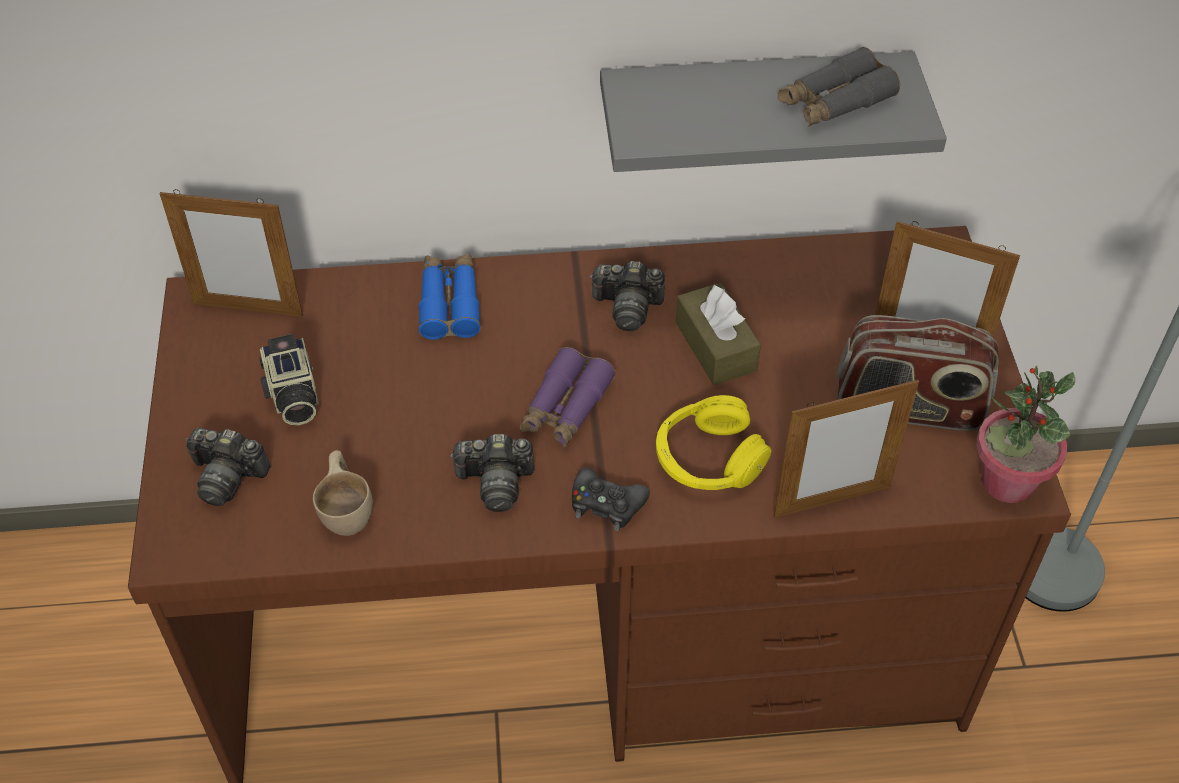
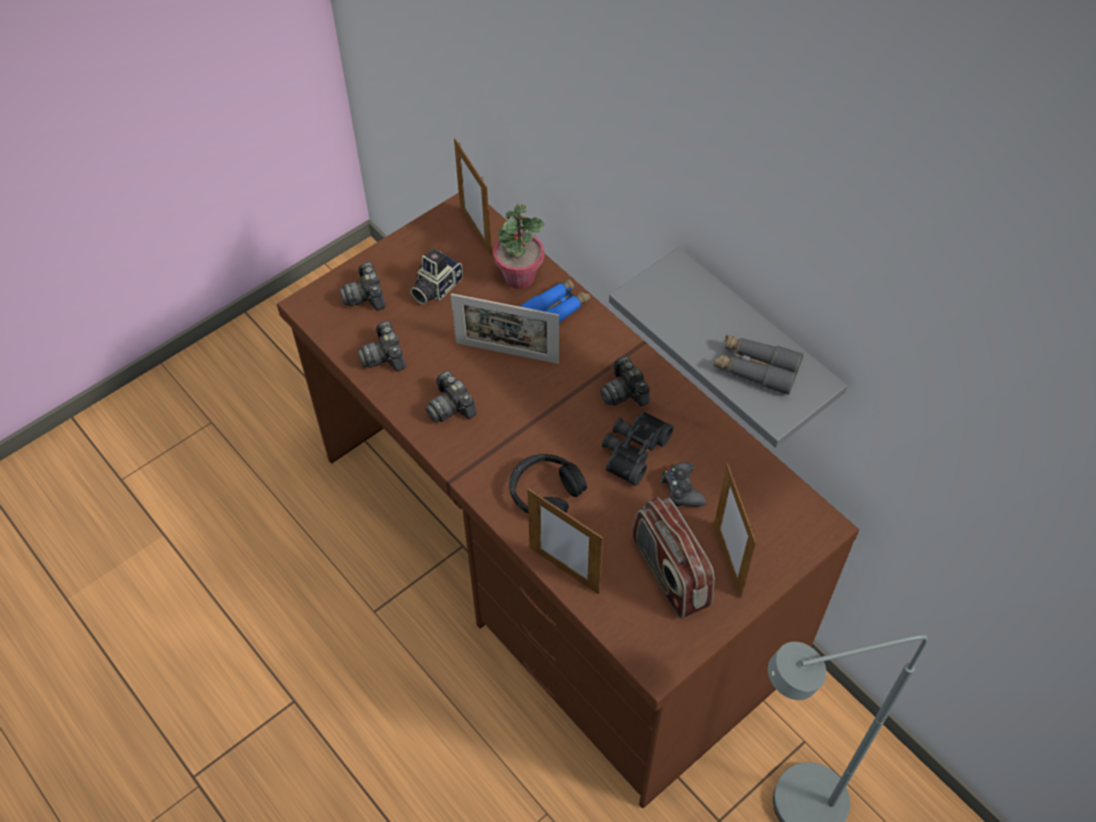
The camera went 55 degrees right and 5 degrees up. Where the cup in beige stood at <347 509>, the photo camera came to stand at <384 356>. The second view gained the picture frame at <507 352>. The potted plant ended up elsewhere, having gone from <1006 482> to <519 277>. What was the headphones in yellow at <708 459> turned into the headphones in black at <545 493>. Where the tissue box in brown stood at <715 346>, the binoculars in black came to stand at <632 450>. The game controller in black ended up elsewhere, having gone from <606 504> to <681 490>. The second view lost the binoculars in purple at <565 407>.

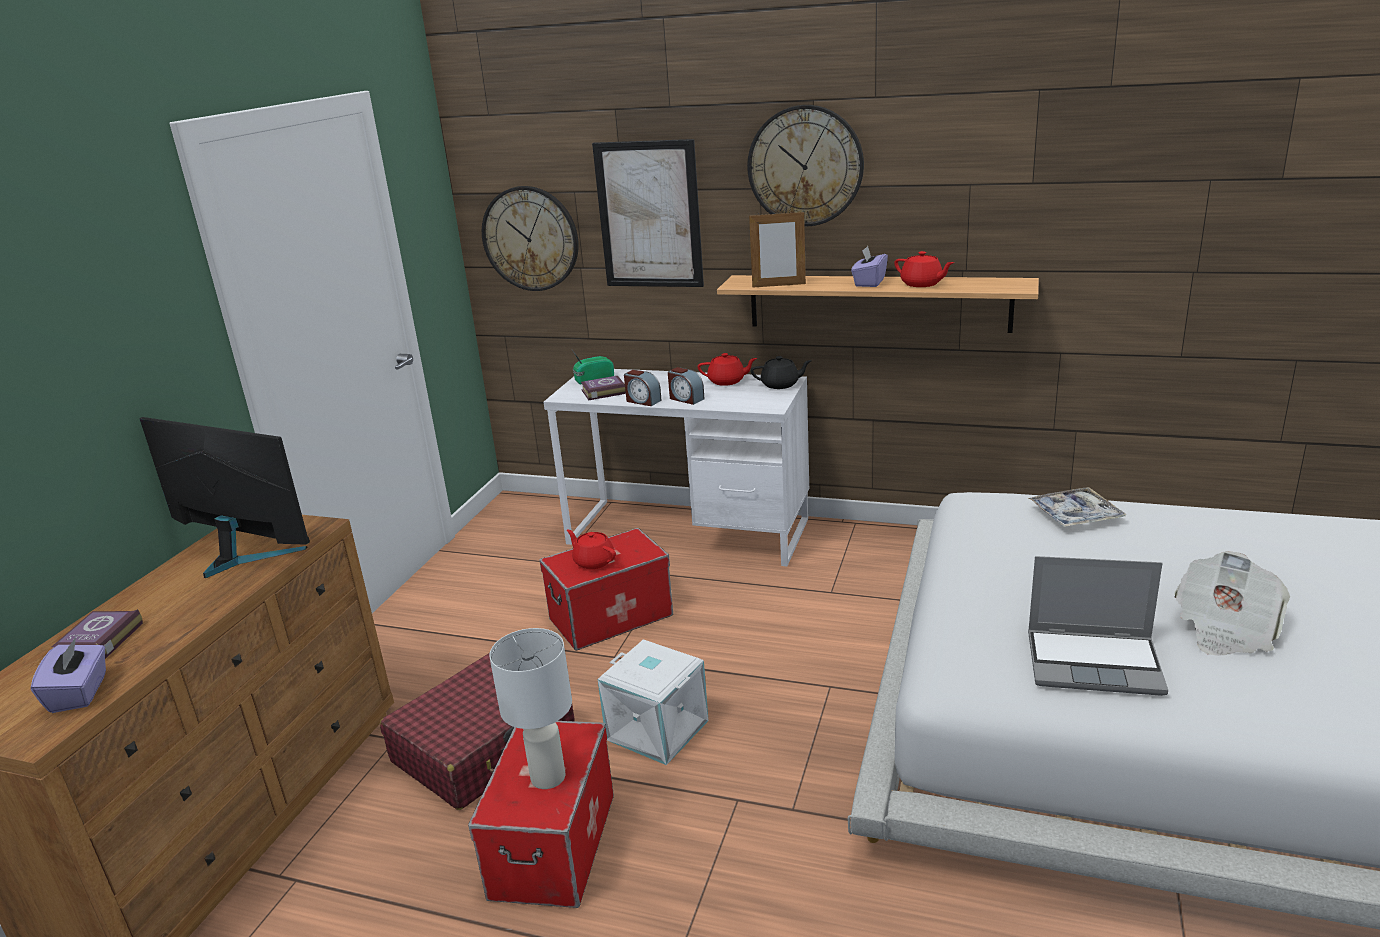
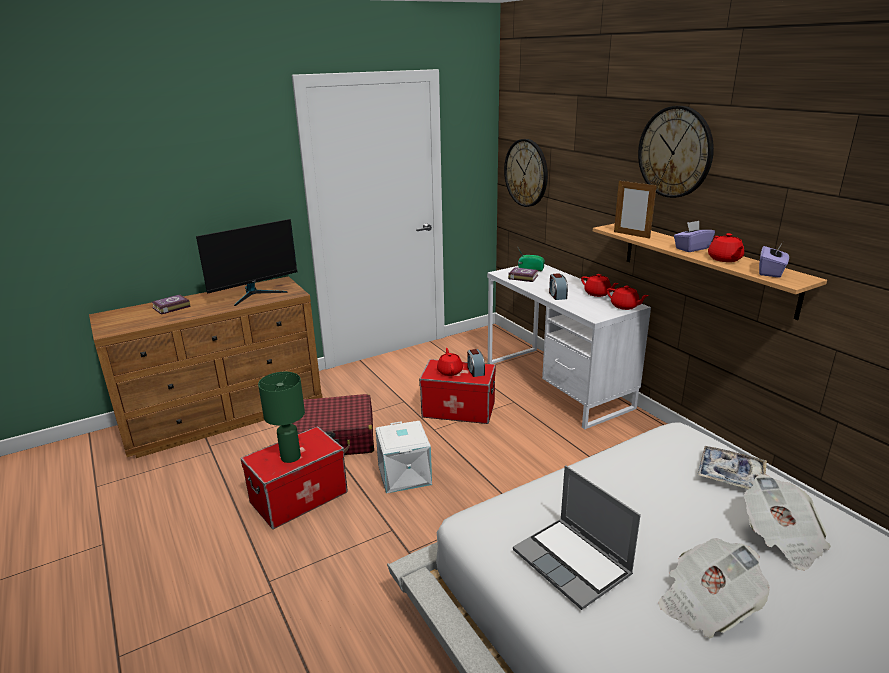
The camera went 40 degrees right and 0 degrees up. The monitor at <240 555> ended up facing another way, 75 degrees clockwise from before. What was the table lamp in white at <547 778> turned into the table lamp in green at <290 457>. The alarm clock ended up elsewhere, having gone from <642 401> to <475 371>. What was the teapot in black at <781 385> turned into the teapot in red at <625 306>. The second view gained the newspaper at <781 538>. The tissue box in purple ended up elsewhere, having gone from <80 693> to <771 272>. The second view lost the picture at <649 215>.

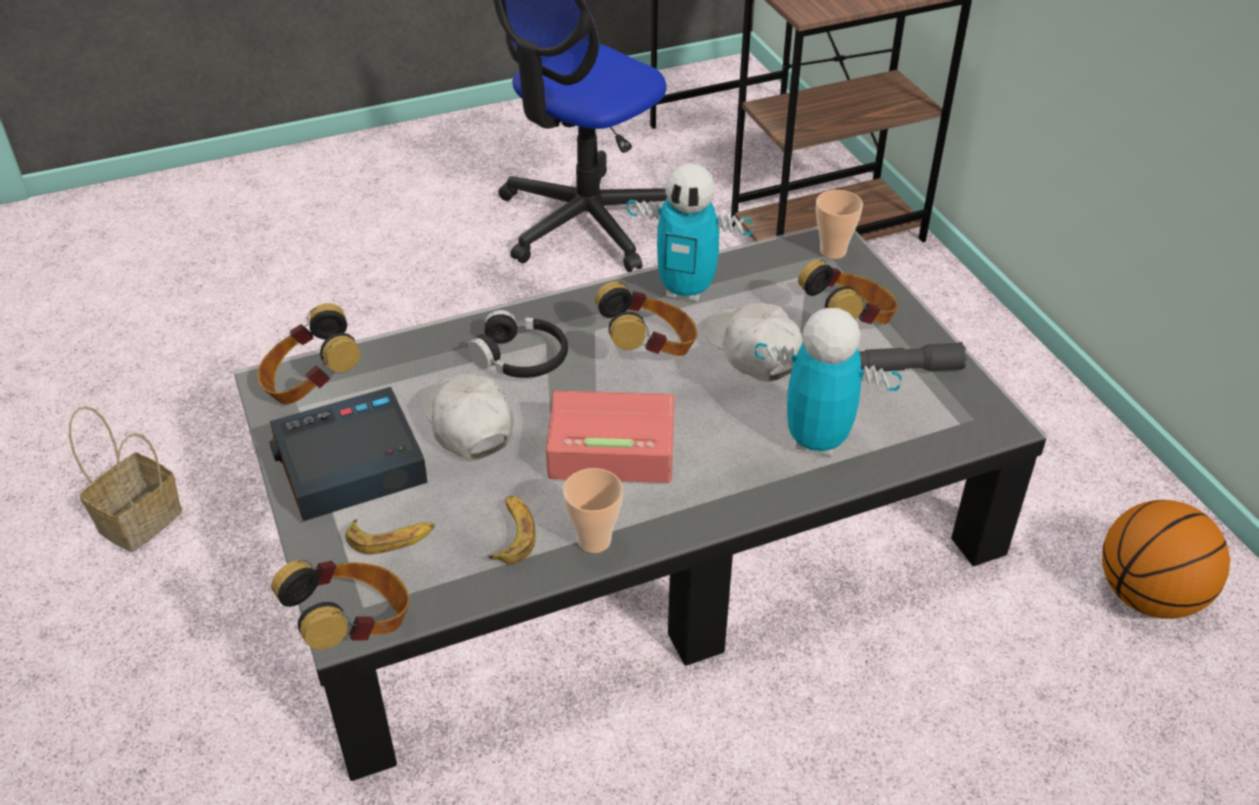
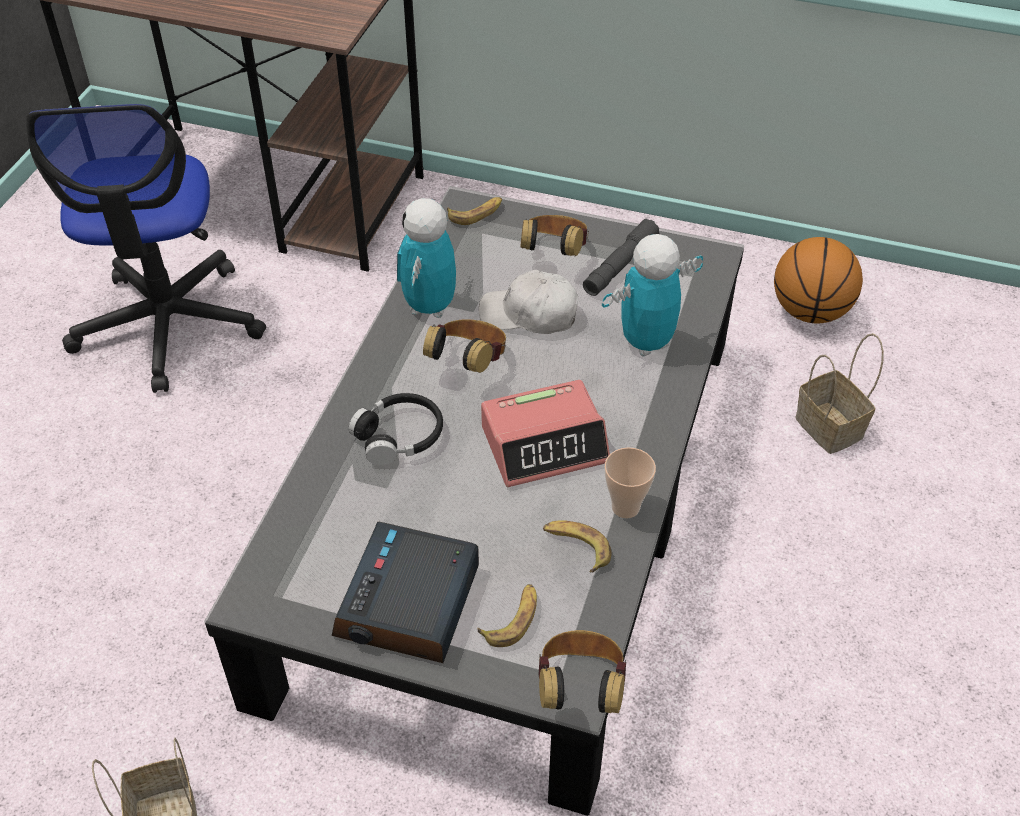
The camera went 50 degrees left and 5 degrees up. The toy robot at <686 290> ended up facing another way, 135 degrees clockwise from before. Where the cup stood at <833 251>, the banana came to stand at <476 213>. The alarm clock at <611 446> ended up facing another way, 150 degrees counterclockwise from before. The second view gained the basket at <831 428>. The second view lost the headphones at <311 385>. The second view lost the cap in white at <468 424>.

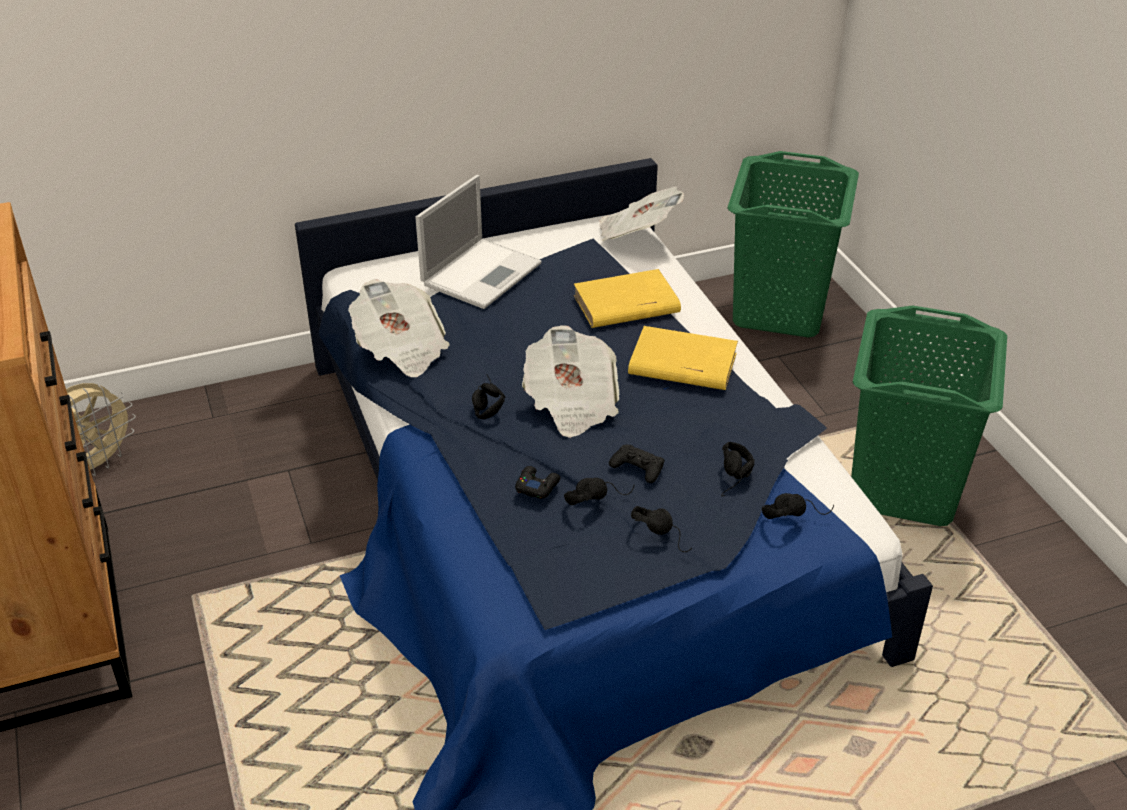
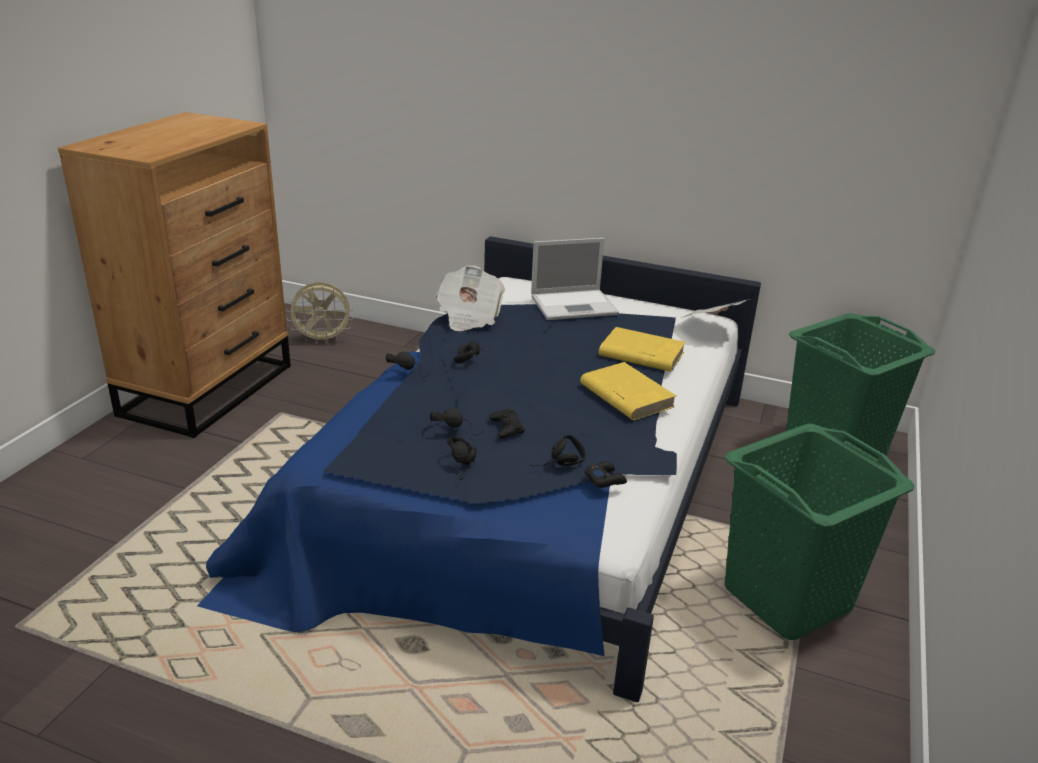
The camera went 40 degrees right and 10 degrees down. The headphones in black ended up elsewhere, having gone from <795 513> to <410 370>. The game controller in black ended up elsewhere, having gone from <537 486> to <605 479>. The second view lost the newspaper at <571 403>.

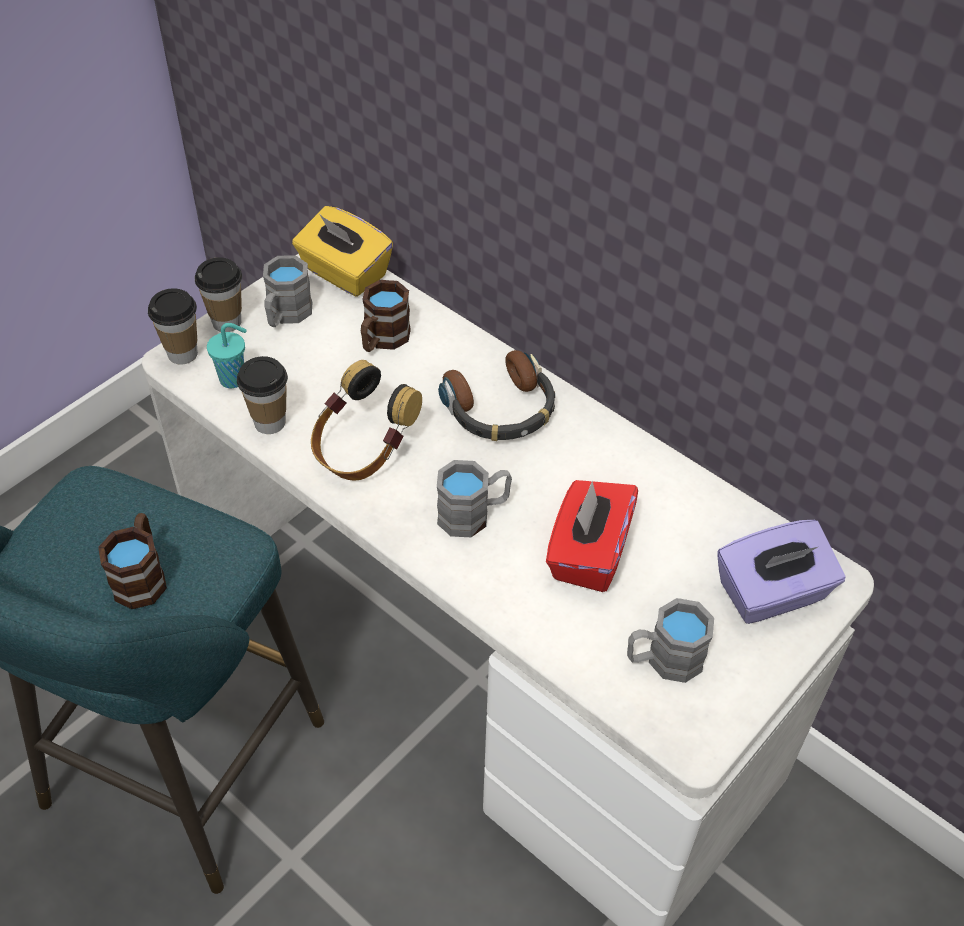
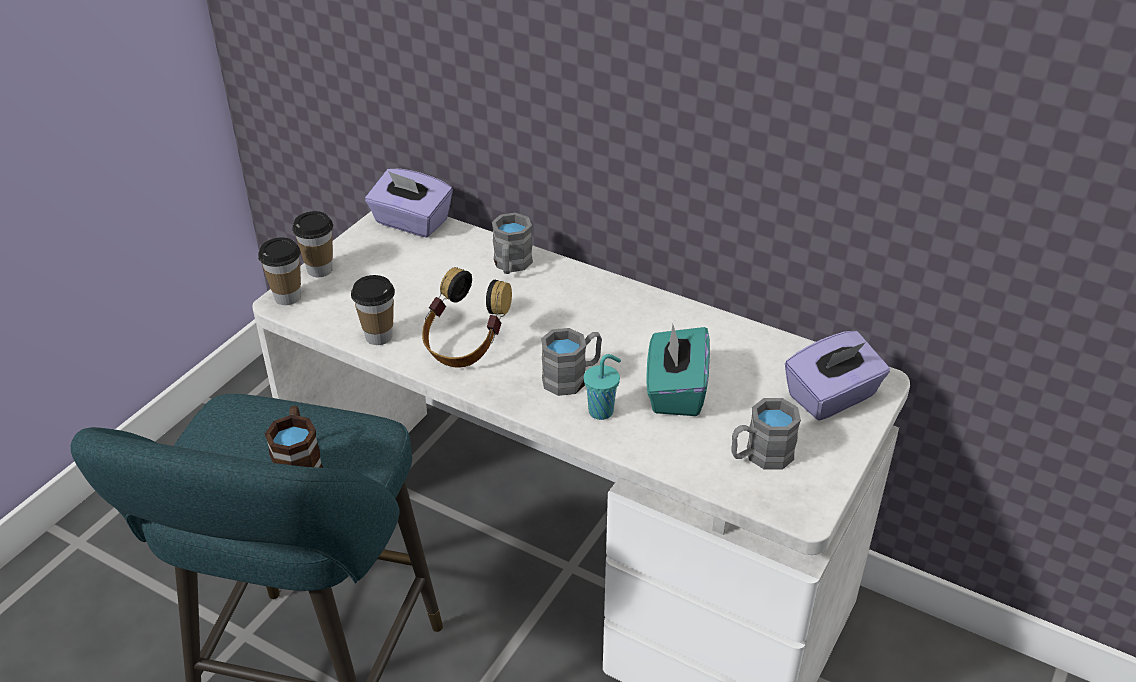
The camera went 10 degrees left and 10 degrees down. What was the tissue box in yellow at <344 273> turned into the tissue box in purple at <411 222>. The mug in grey ended up elsewhere, having gone from <286 315> to <511 266>. The cup in turquoise ended up elsewhere, having gone from <234 379> to <602 411>. What was the tissue box in red at <588 553> turned into the tissue box in turquoise at <675 391>. The second view lost the mug in brown at <382 340>. The second view lost the headphones at <500 409>.

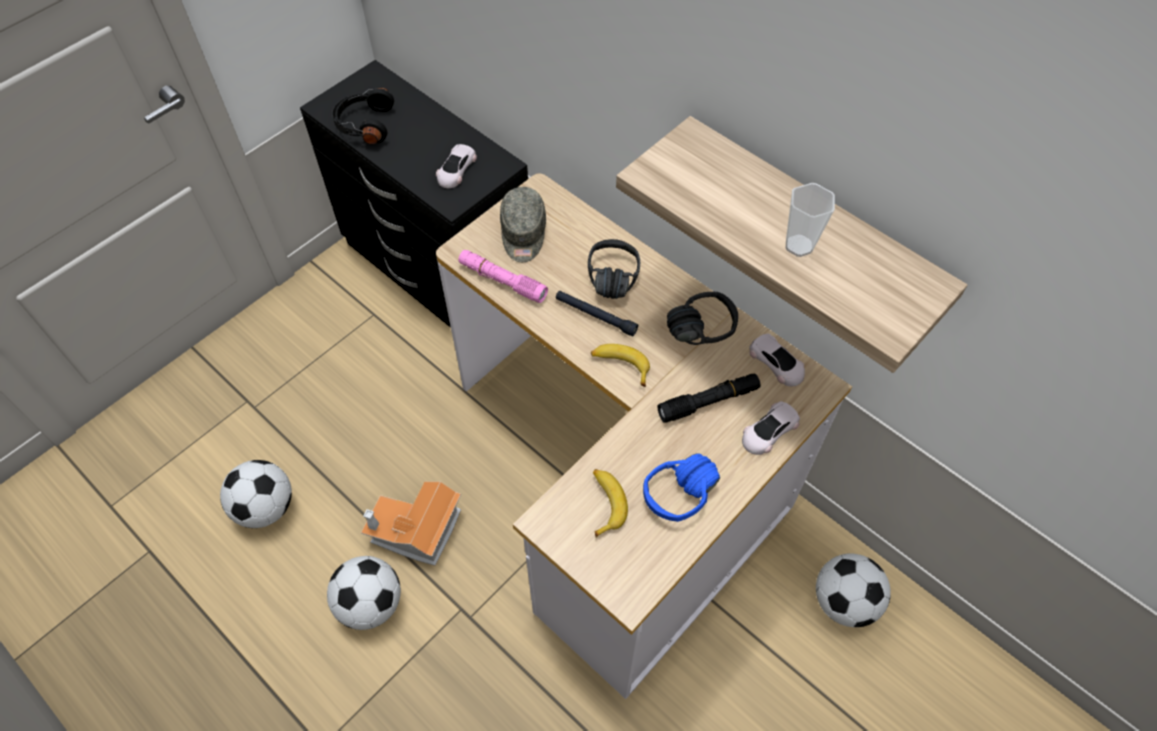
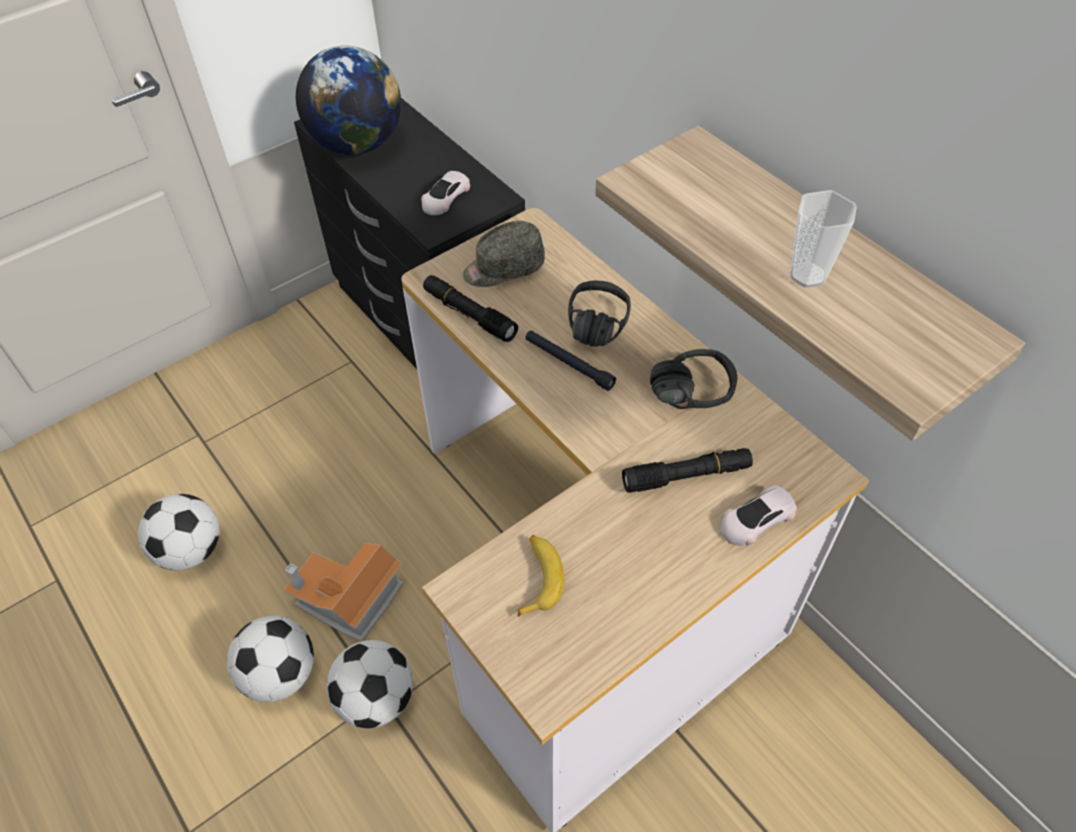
The camera went 10 degrees right and 5 degrees down. Where the headphones in black stood at <364 124>, the globe came to stand at <357 144>. The football ended up elsewhere, having gone from <844 601> to <376 698>. What was the flashlight in pink at <502 281> turned into the flashlight in black at <469 314>. The cap in grey at <523 234> ended up facing another way, 60 degrees clockwise from before. The second view lost the banana at <620 365>. The second view lost the headphones in blue at <688 502>. The second view lost the toy car in white at <777 363>.

